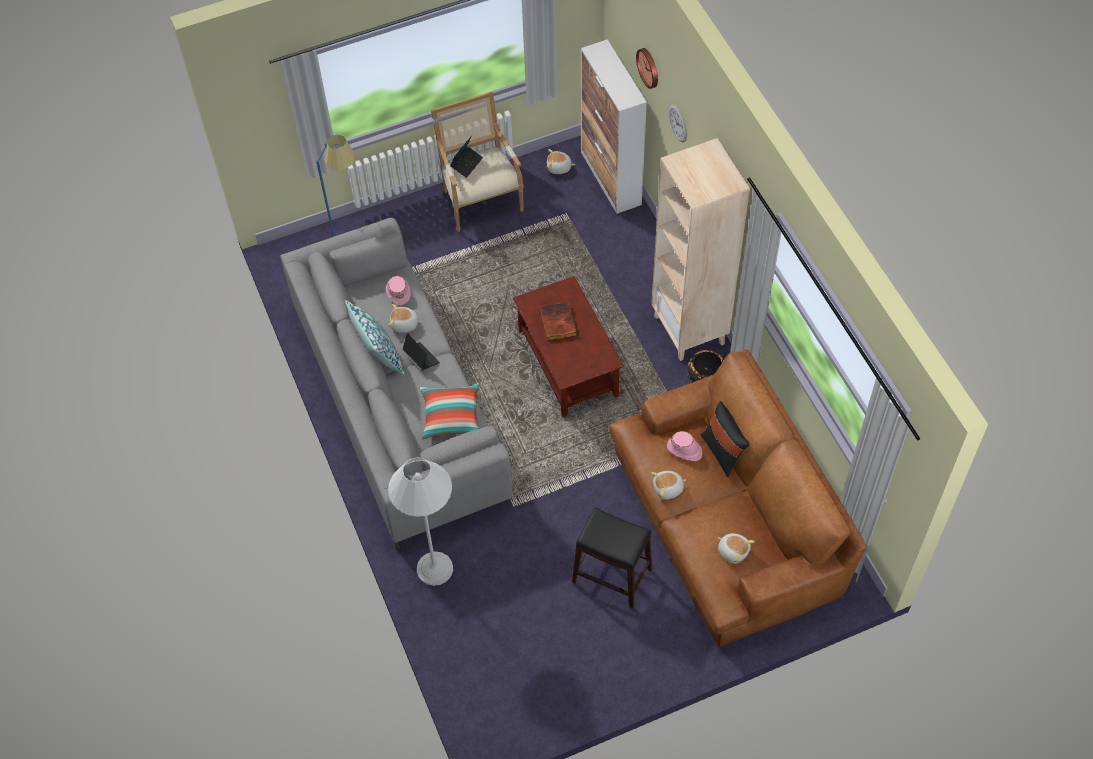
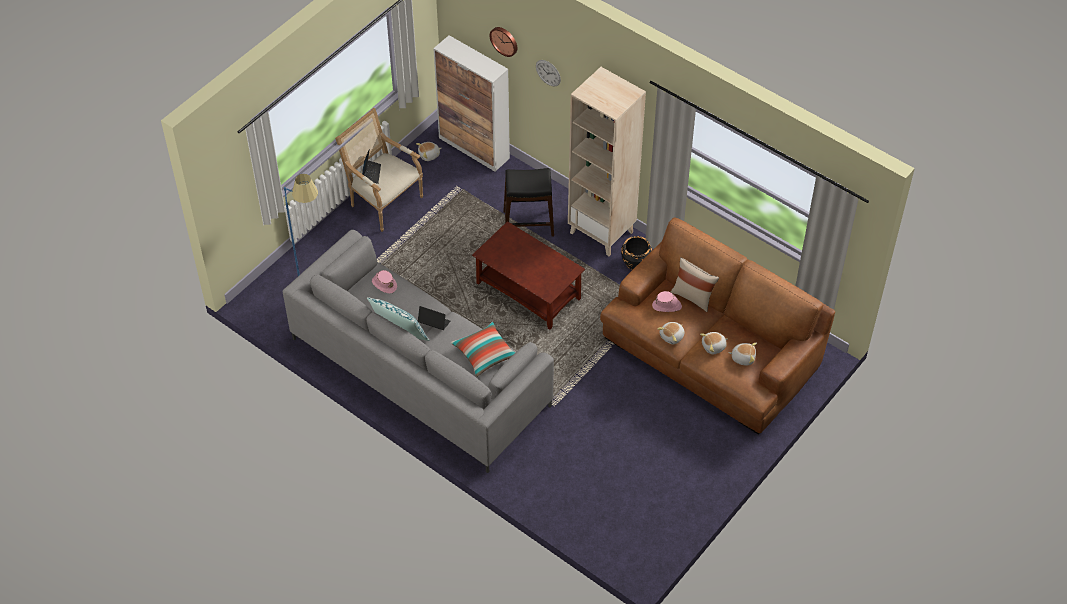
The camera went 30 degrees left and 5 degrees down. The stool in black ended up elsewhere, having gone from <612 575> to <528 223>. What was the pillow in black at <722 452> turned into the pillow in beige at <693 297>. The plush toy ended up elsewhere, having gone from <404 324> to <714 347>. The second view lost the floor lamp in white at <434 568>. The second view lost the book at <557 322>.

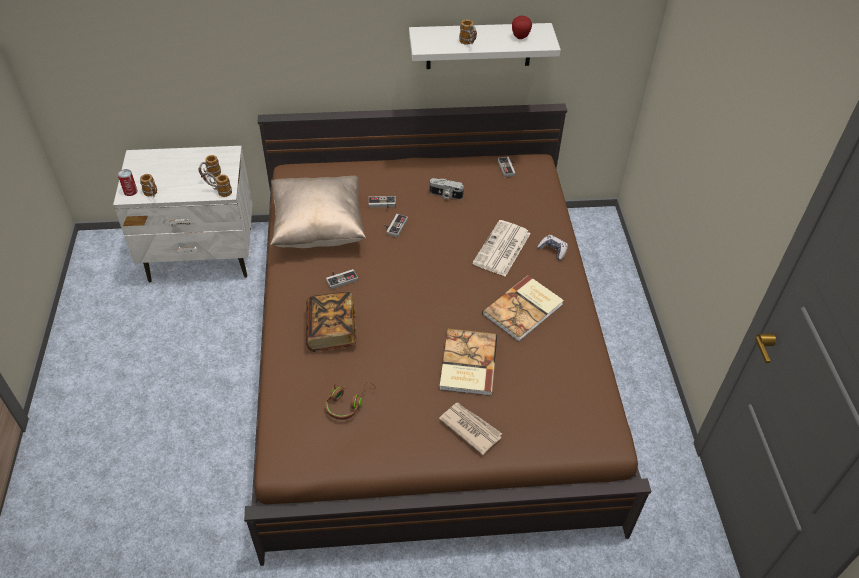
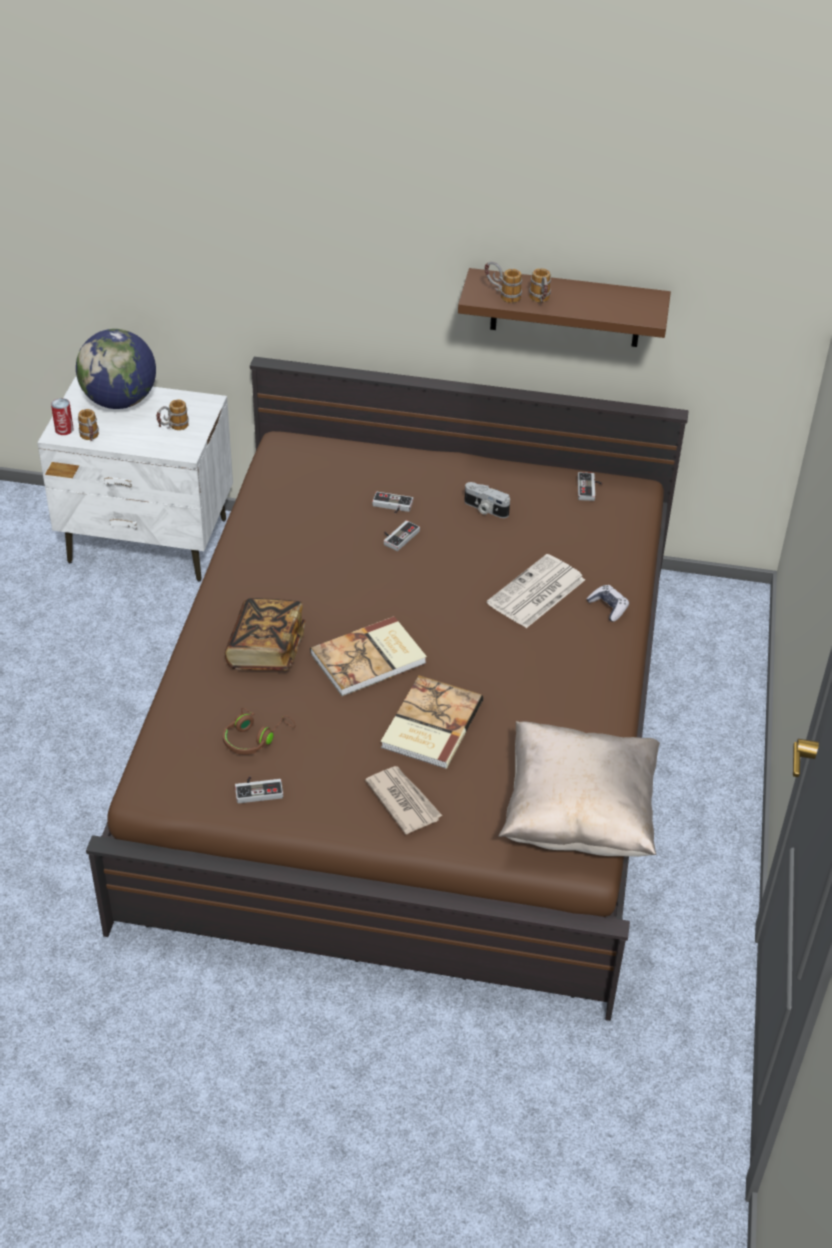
The camera went 15 degrees right and 5 degrees down. The second view gained the globe at <120 401>. The game controller ended up elsewhere, having gone from <341 278> to <258 789>. The book ended up elsewhere, having gone from <524 310> to <370 659>. What was the shelf in white at <479 46> turned into the shelf in brown at <566 308>. The mug ended up elsewhere, having gone from <219 191> to <501 295>. The pillow in beige ended up elsewhere, having gone from <318 229> to <578 816>. The second view lost the apple at <520 37>.

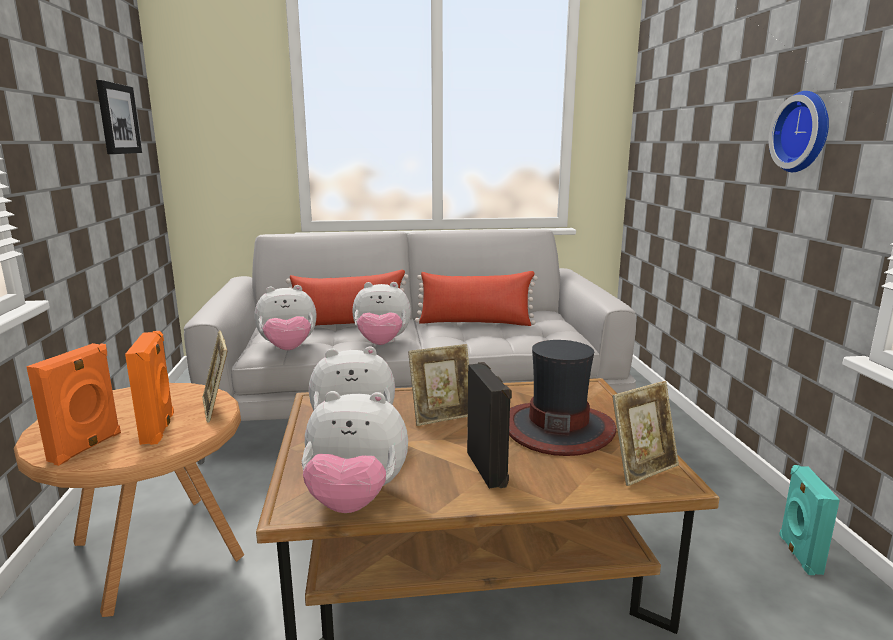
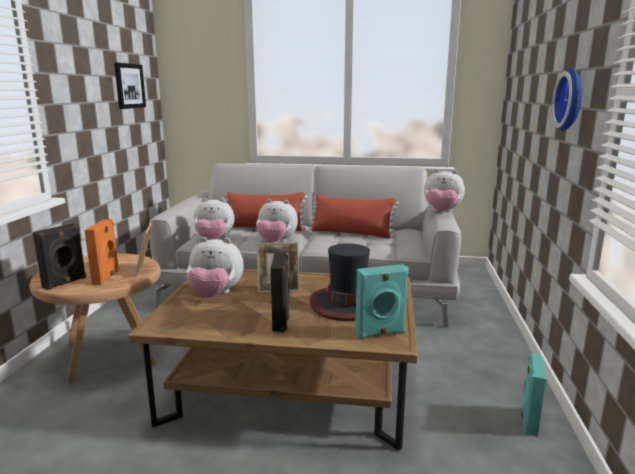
The camera went 15 degrees right and 0 degrees up. What was the speaker in orange at <87 447> turned into the speaker in black at <65 283>. Where the picture frame stood at <642 469>, the speaker in turquoise came to stand at <380 333>. The plush toy ended up elsewhere, having gone from <355 499> to <442 212>.

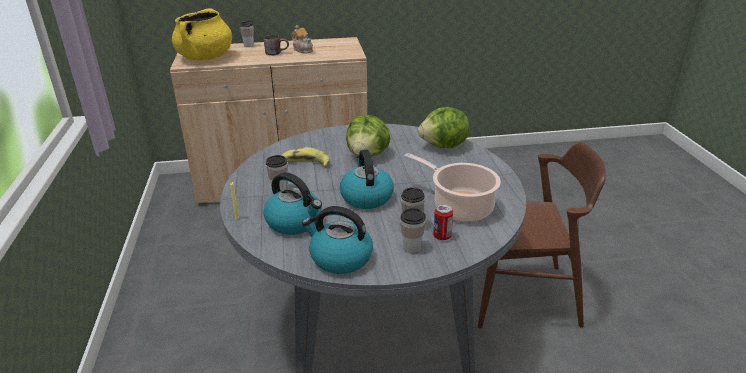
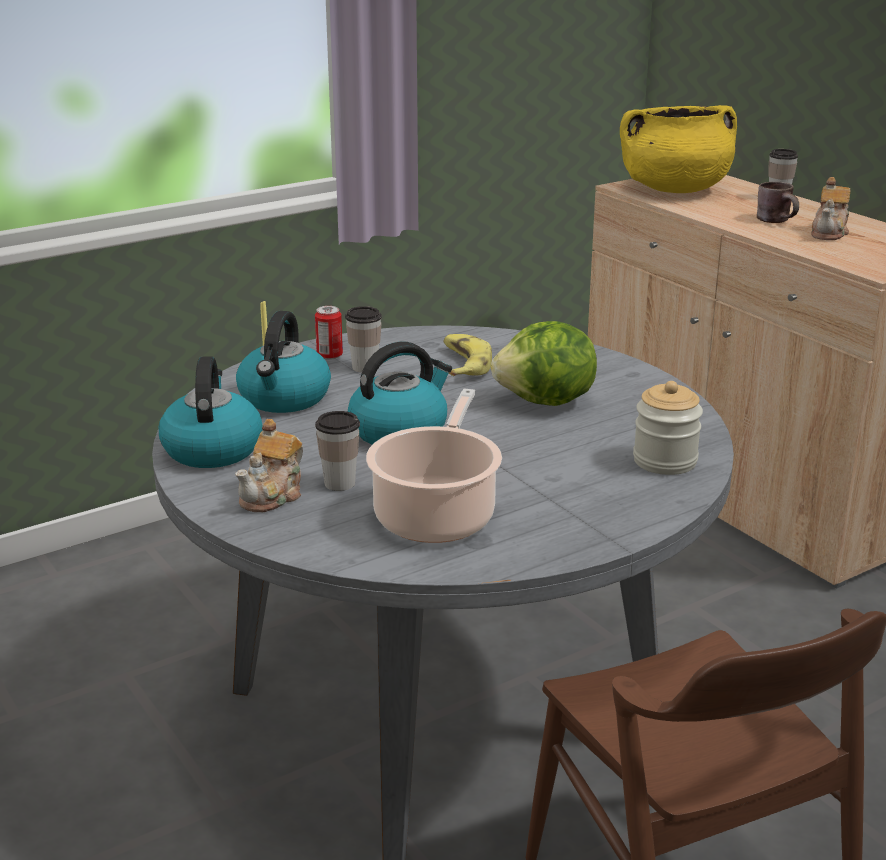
The camera went 65 degrees right and 5 degrees down. Where the cup stood at <412 248>, the teapot came to stand at <273 495>. The can ended up elsewhere, having gone from <442 236> to <329 356>. Where the lettuce stood at <444 146>, the jar came to stand at <665 461>.

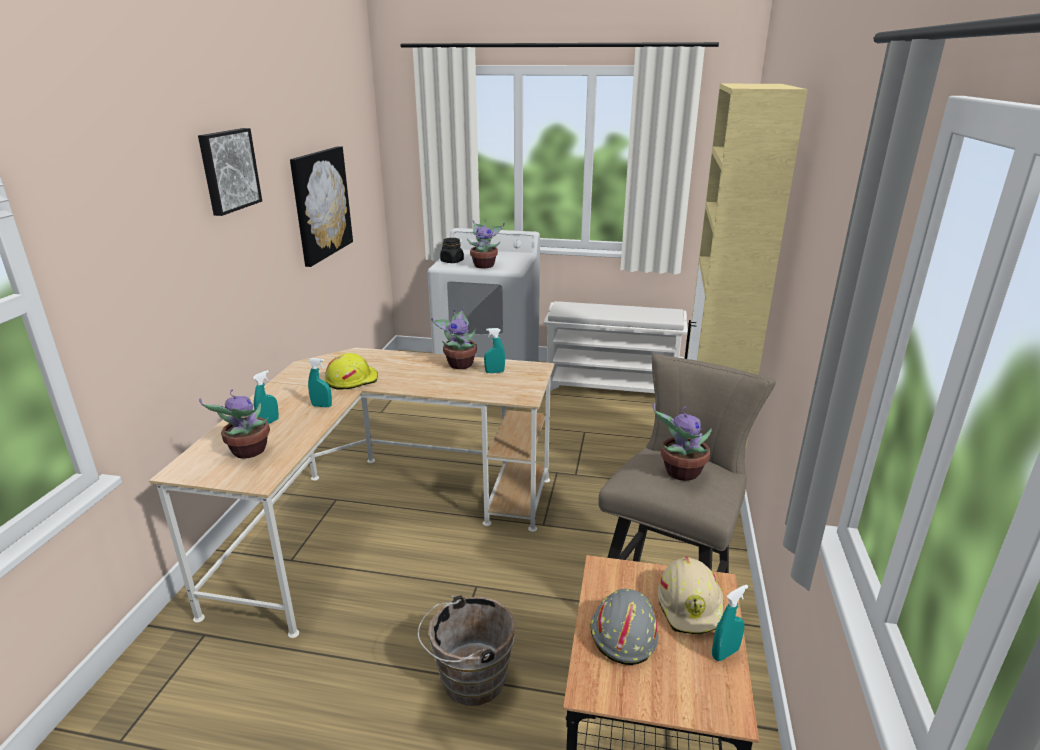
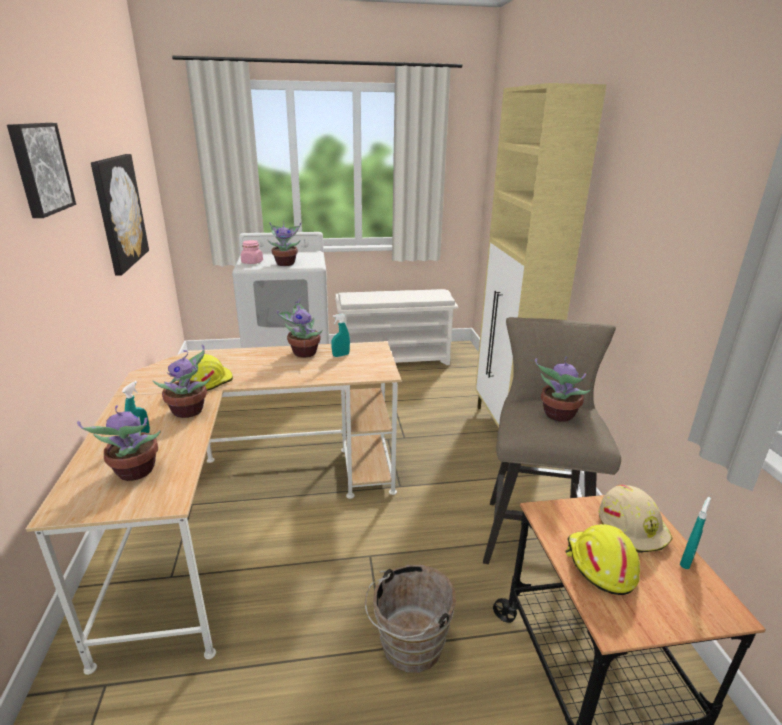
The camera went 20 degrees left and 0 degrees up. Where the spray bottle in turquoise stood at <322 406>, the potted plant came to stand at <190 411>. What was the jar in black at <452 261> turned into the jar in pink at <252 262>. What was the hard hat in grey at <622 632> turned into the hard hat in yellow at <599 565>.

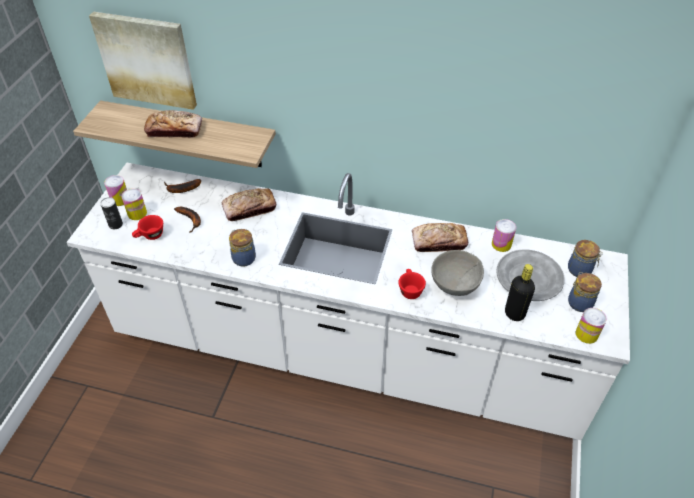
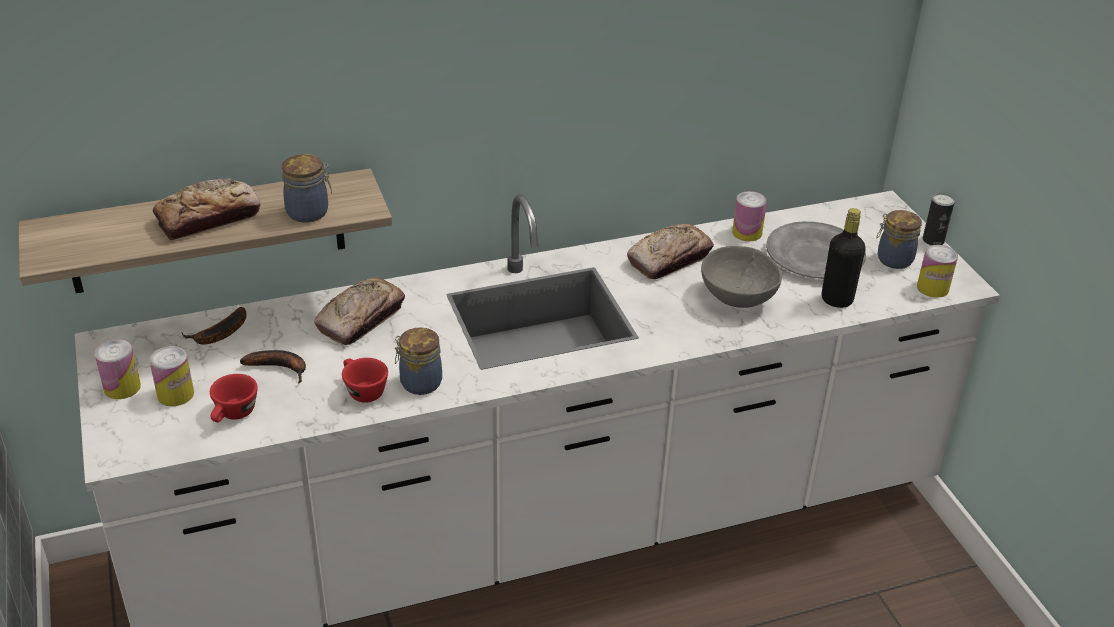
The camera went 35 degrees left and 10 degrees down. The jar ended up elsewhere, having gone from <580 270> to <309 212>. The cup in red ended up elsewhere, having gone from <409 289> to <362 390>. The can ended up elsewhere, having gone from <115 224> to <933 240>. The second view lost the picture at <147 60>.

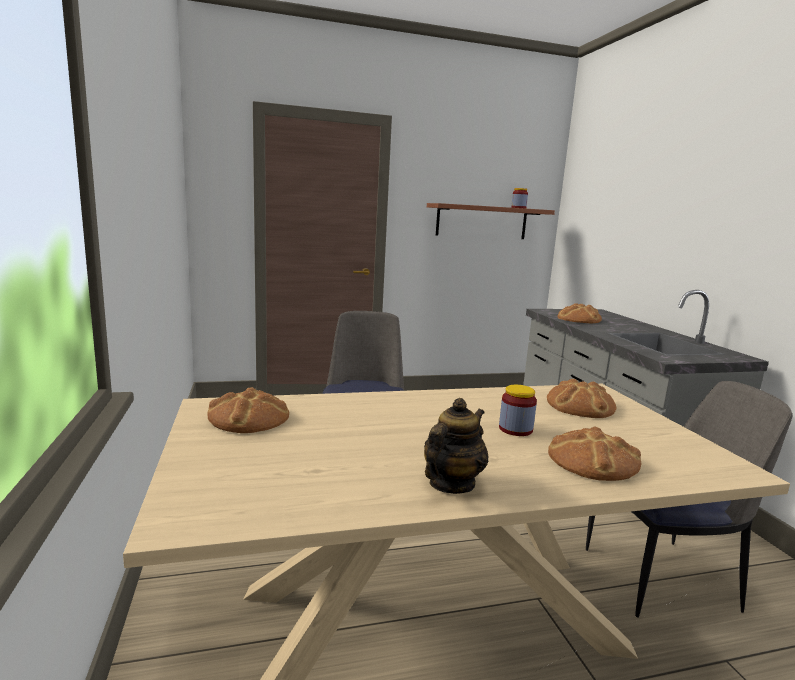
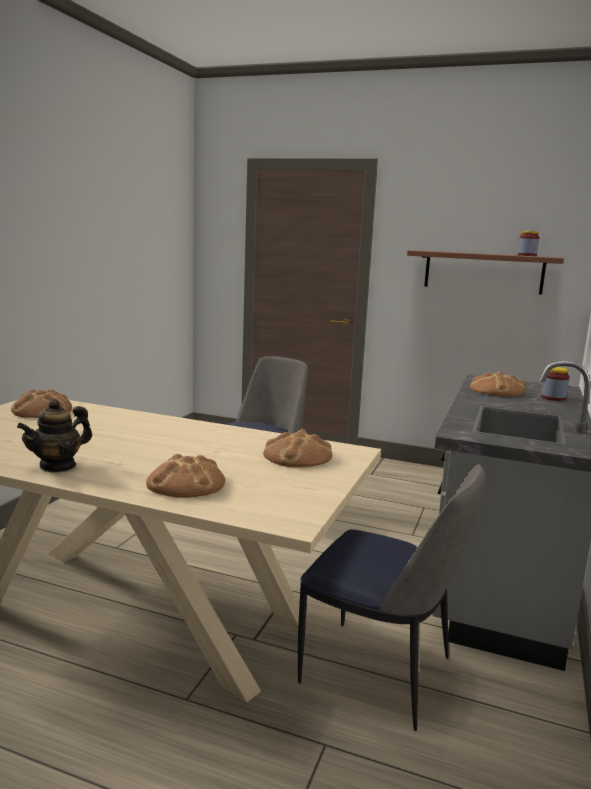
The camera went 35 degrees right and 0 degrees up. The teapot at <451 484> ended up facing another way, 150 degrees clockwise from before. The jar ended up elsewhere, having gone from <515 429> to <553 398>.

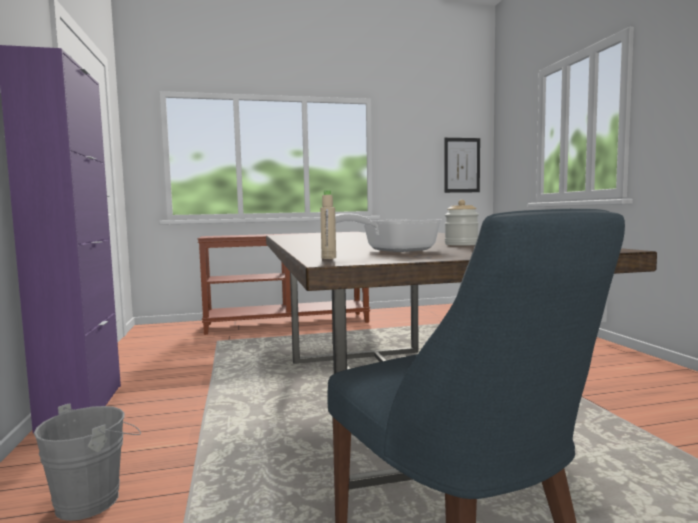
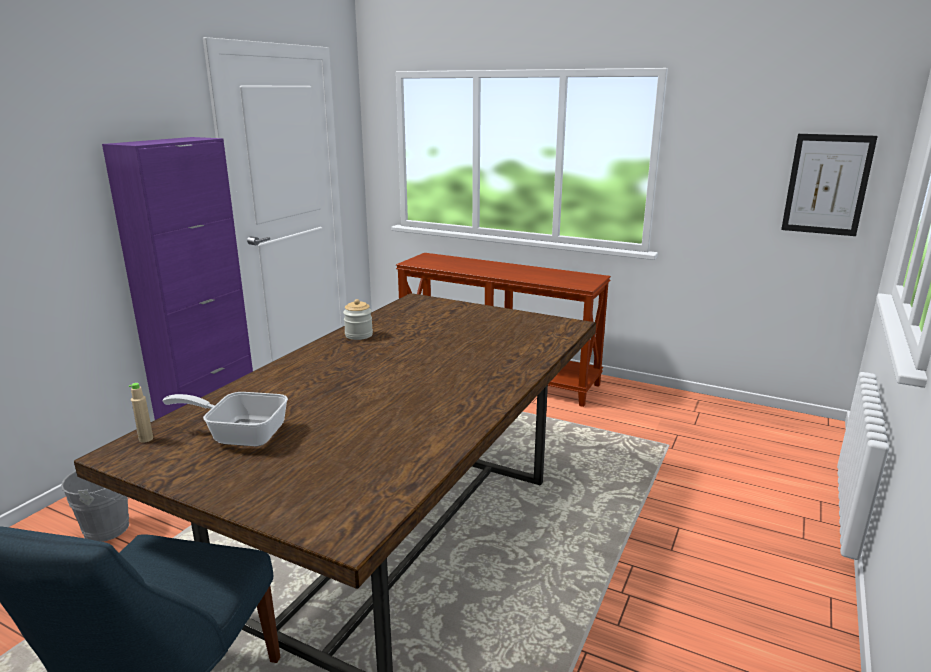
The camera went 40 degrees right and 15 degrees up. The jar ended up elsewhere, having gone from <461 244> to <359 335>.

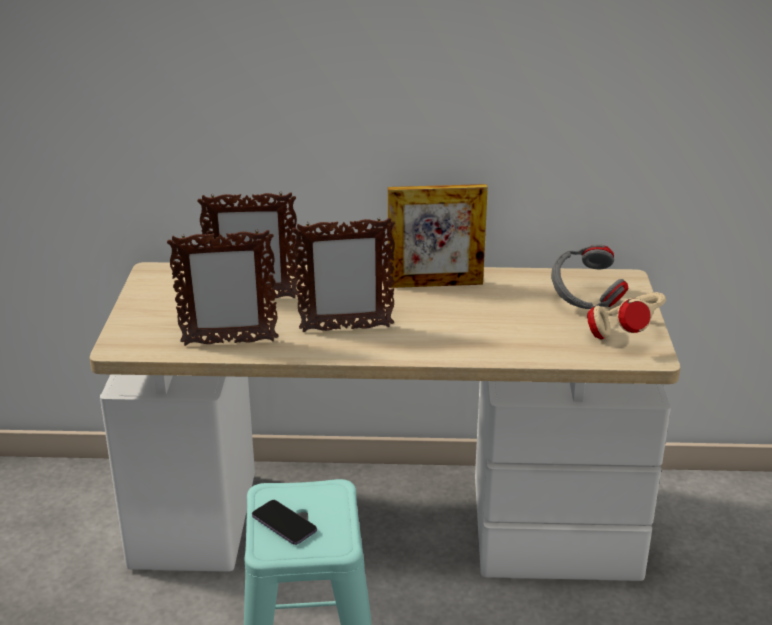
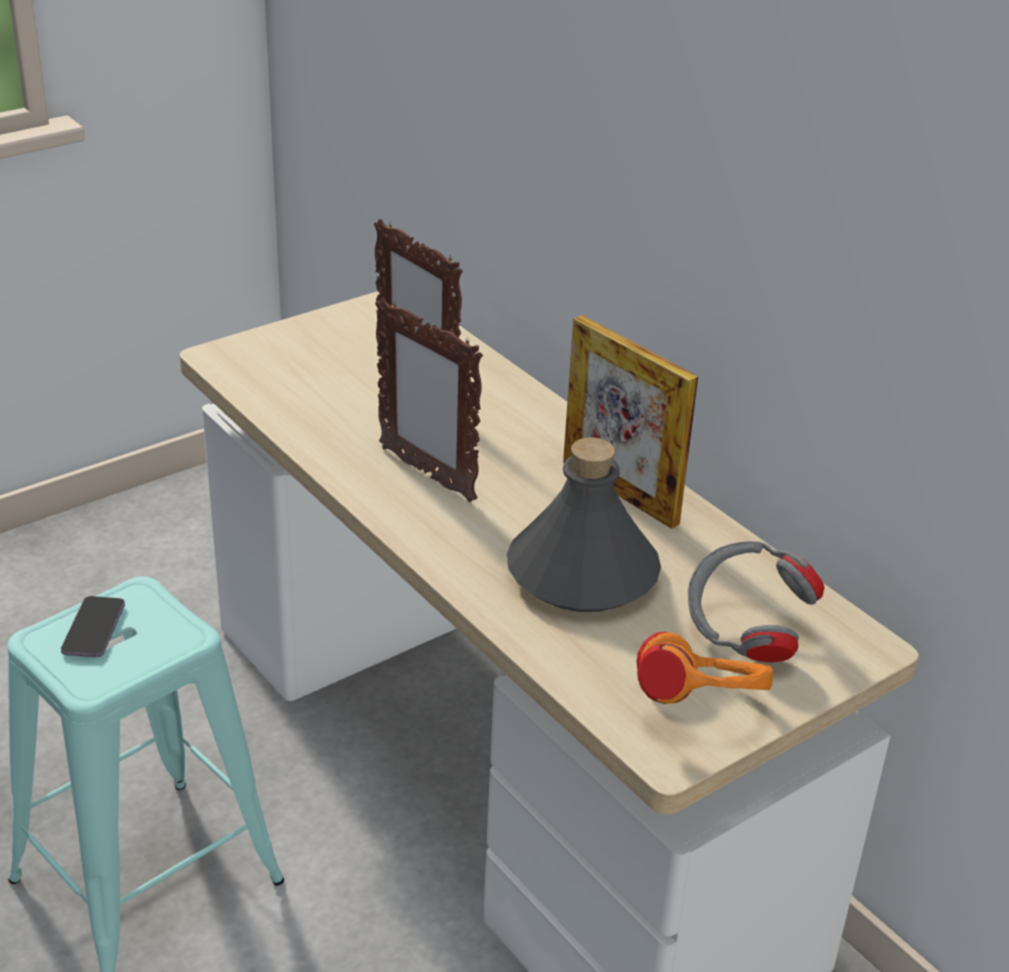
The camera went 50 degrees right and 5 degrees up. The second view gained the bottle in grey at <583 574>. What was the headphones in beige at <626 335> turned into the headphones in orange at <699 707>. The second view lost the picture frame at <228 342>.

